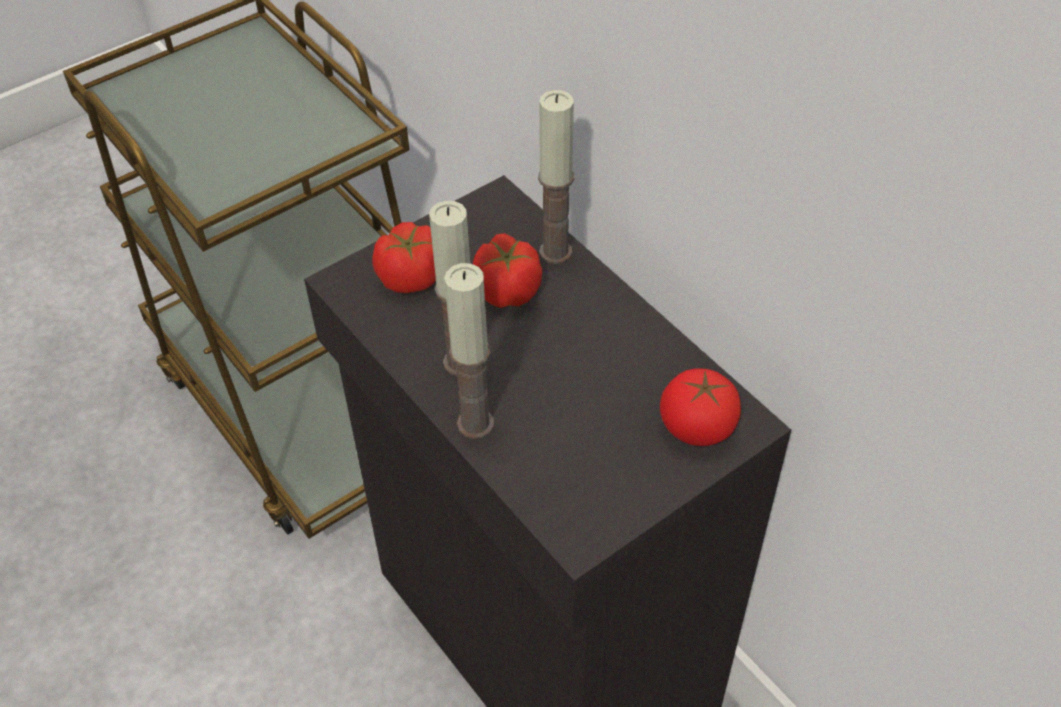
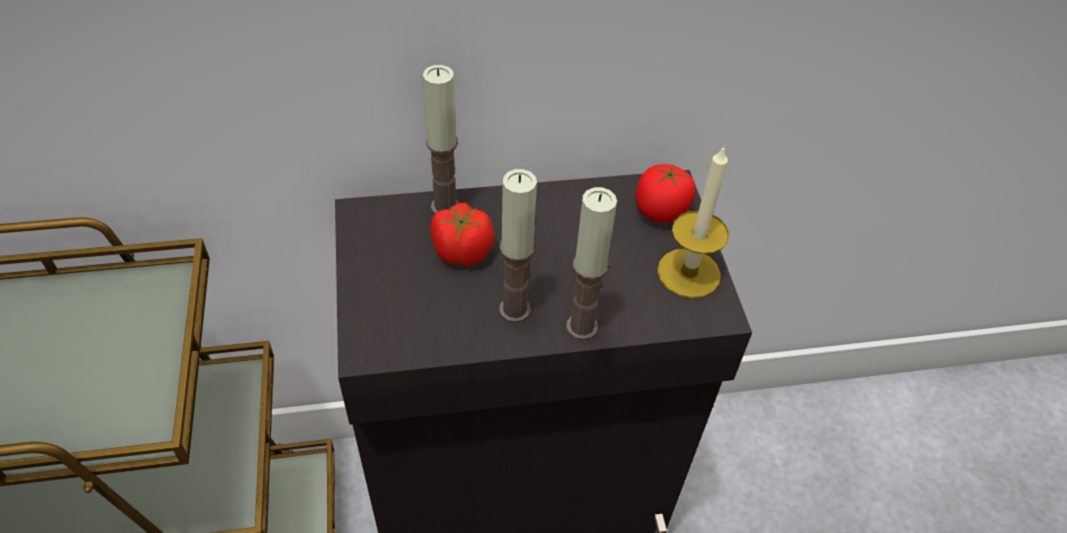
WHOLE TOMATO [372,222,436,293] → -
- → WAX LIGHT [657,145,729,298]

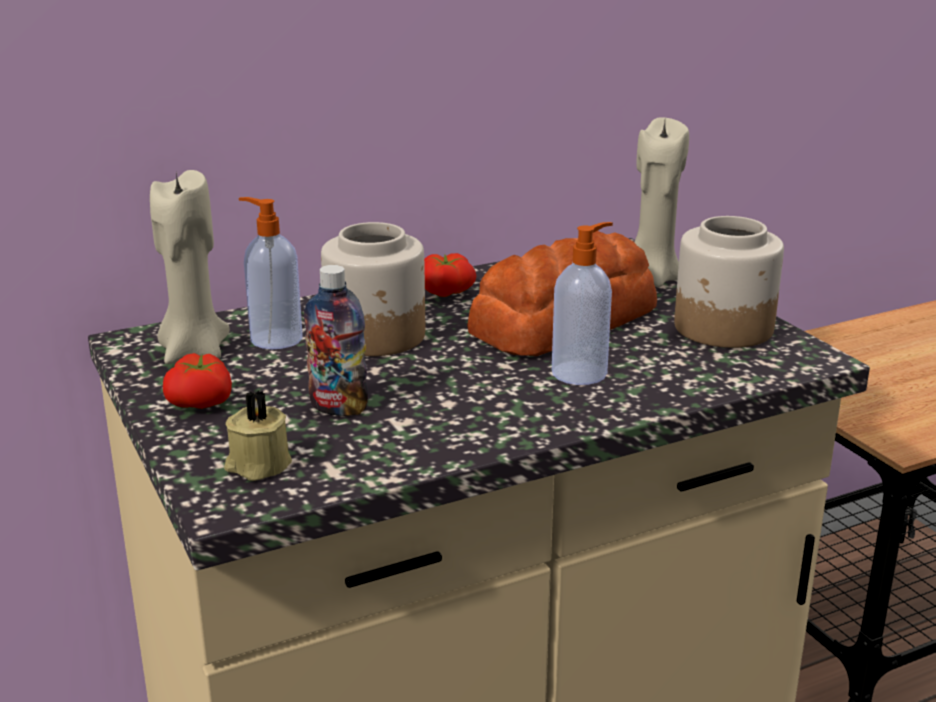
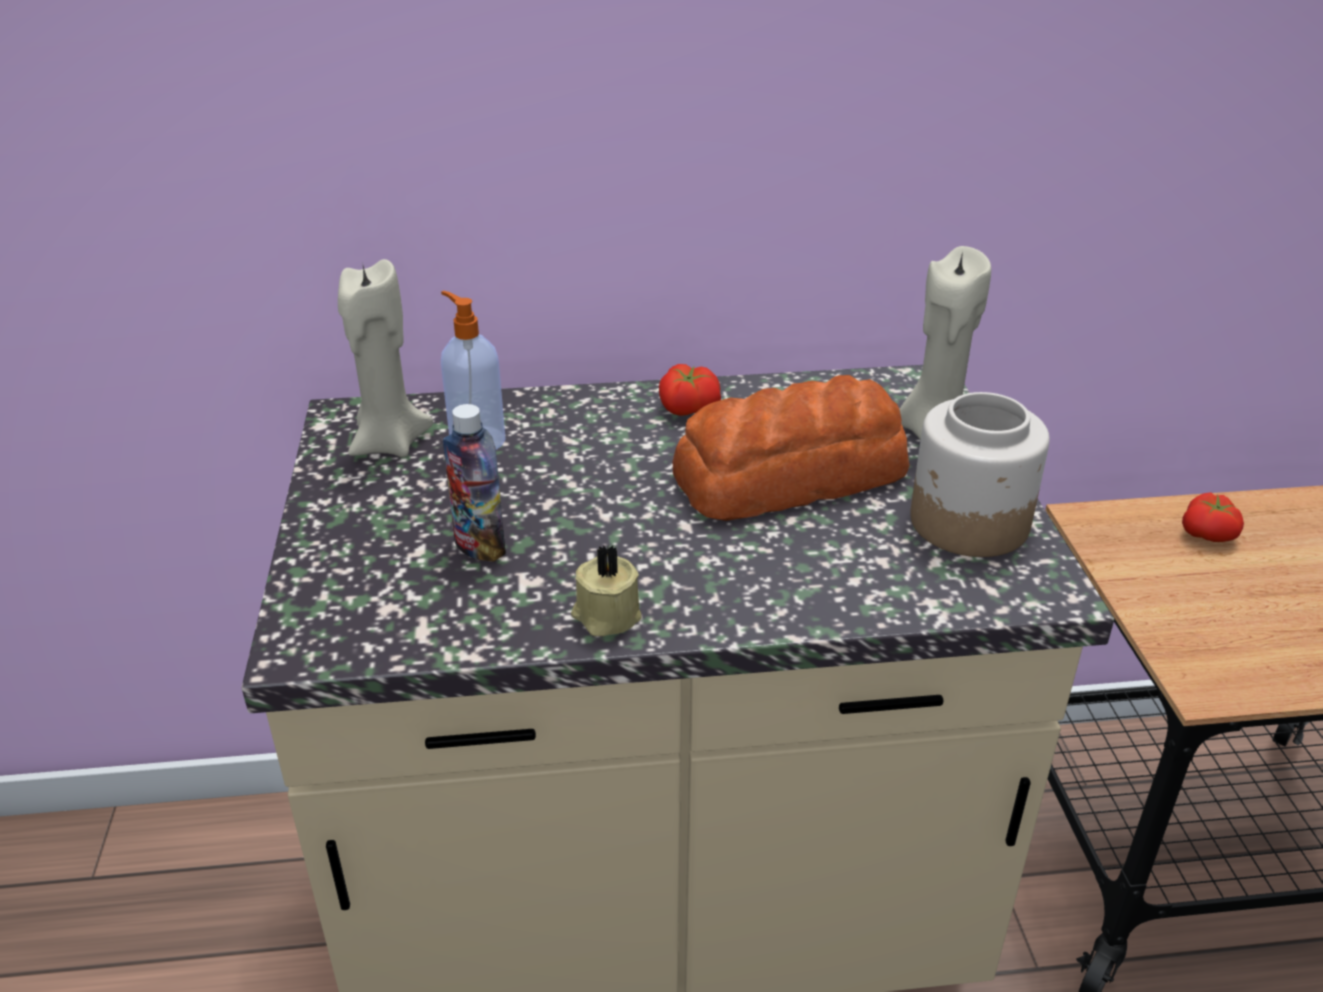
STORAGE JAR [321,222,425,356] → -
LIQUID SOAP BOTTLE [552,222,613,385] → -
WHOLE TOMATO [163,353,232,409] → WHOLE TOMATO [1182,492,1244,542], move
BEIGE-COLOURED WAX LIGHT [224,391,292,481] → BEIGE-COLOURED WAX LIGHT [571,545,642,636], move

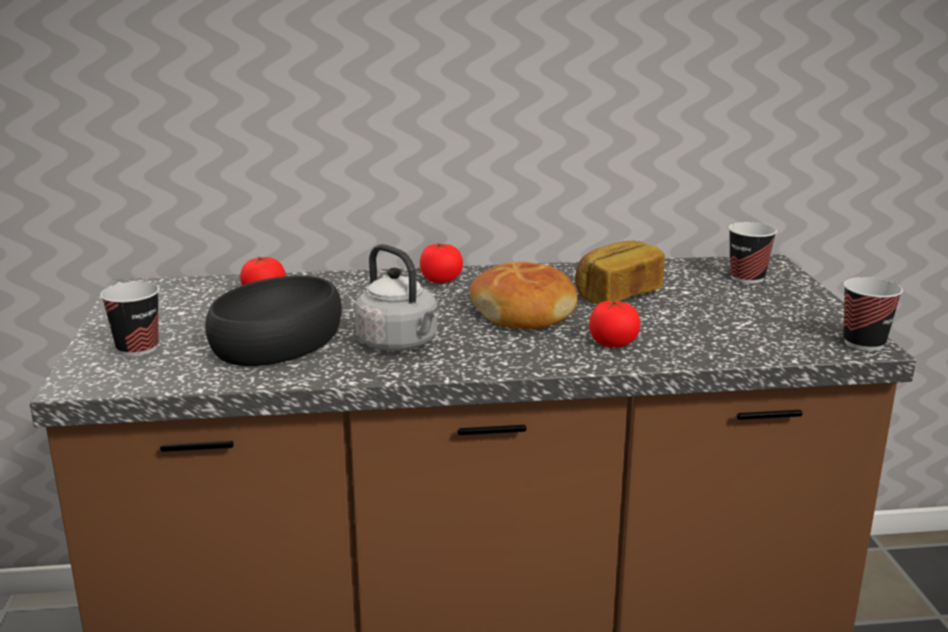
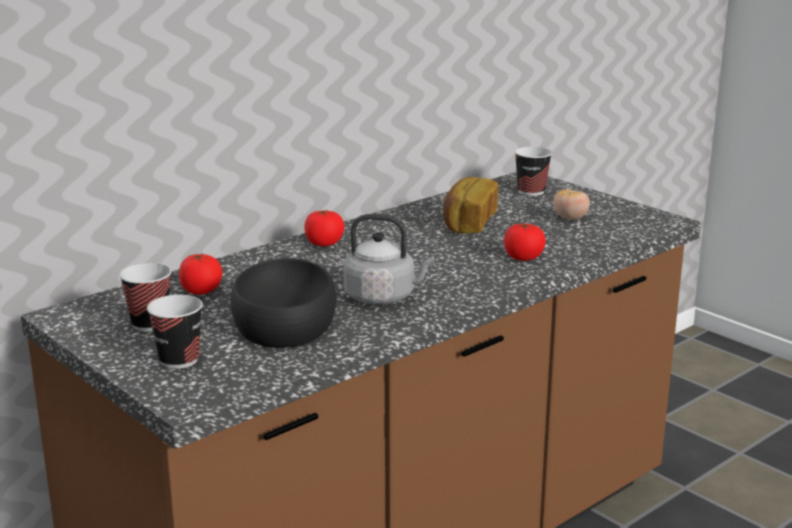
BAKERY BREAD [470,262,577,329] → -
SMALL CUP [843,277,903,351] → SMALL CUP [119,263,171,332], move
- → WHOLE TOMATO [553,189,590,220]

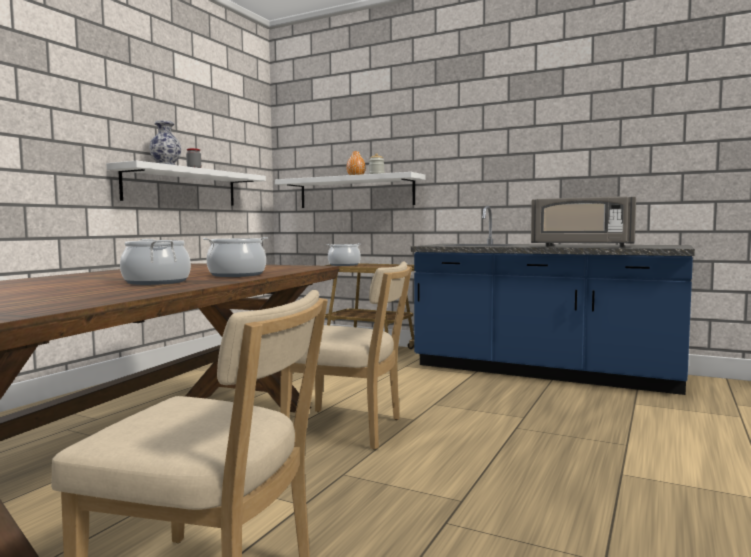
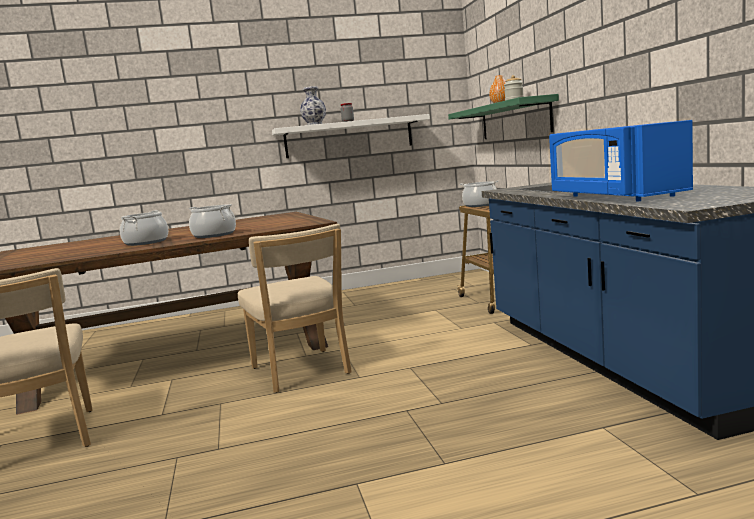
WHITE-COLOURED SHELF [275,172,425,208] → GREEN-COLOURED SHELF [448,94,559,139]
GREY MICROWAVE [531,196,636,247] → BLUISH MICROWAVE [549,120,693,201]

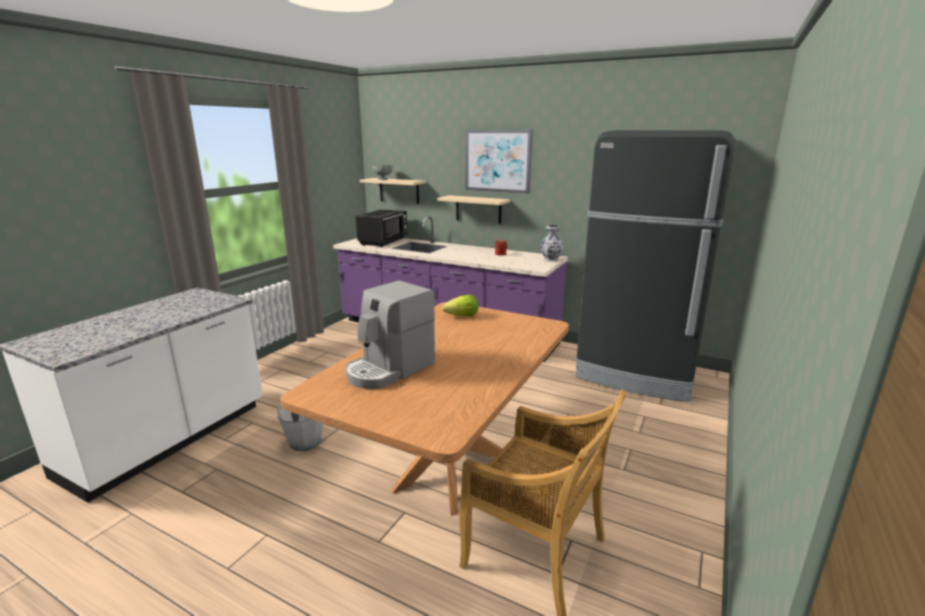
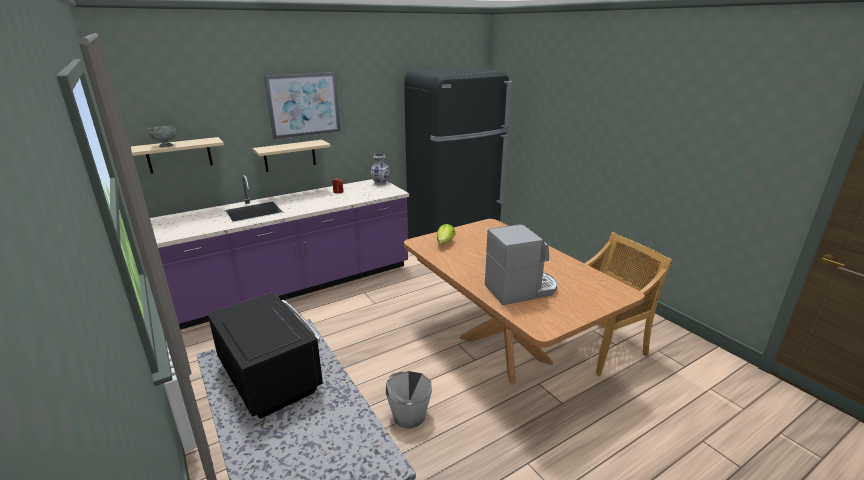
BLACK MICROWAVE [356,209,407,247] → BLACK MICROWAVE [208,292,324,419], move
COFFEE MACHINE [345,280,435,389] → COFFEE MACHINE [485,224,558,305], 90 degrees counterclockwise

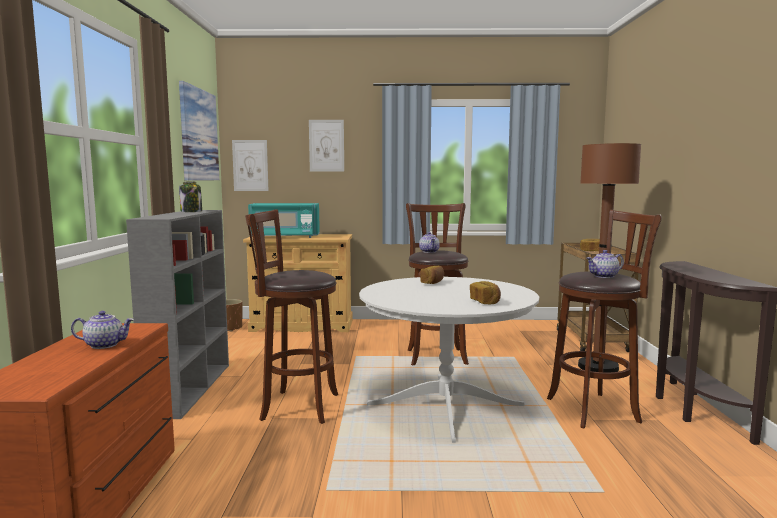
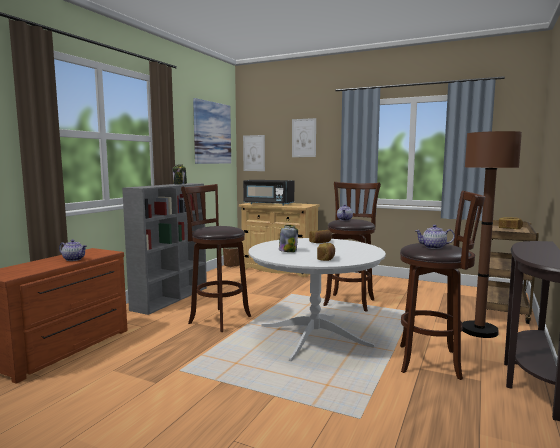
TURQUOISE-COLOURED MICROWAVE [248,203,320,238] → BLACK MICROWAVE [243,180,294,206]
- → STORAGE JAR [279,225,298,252]

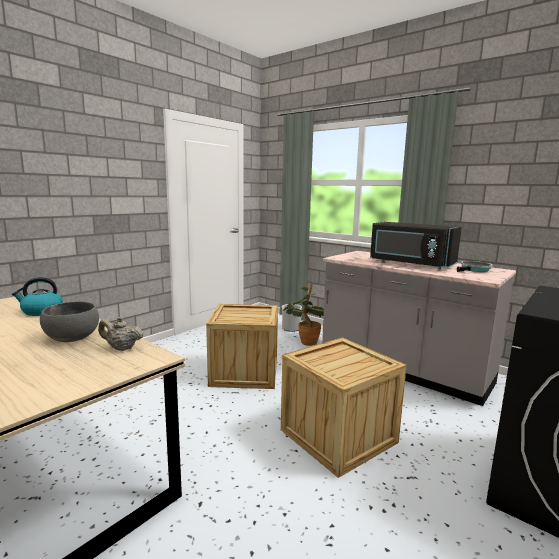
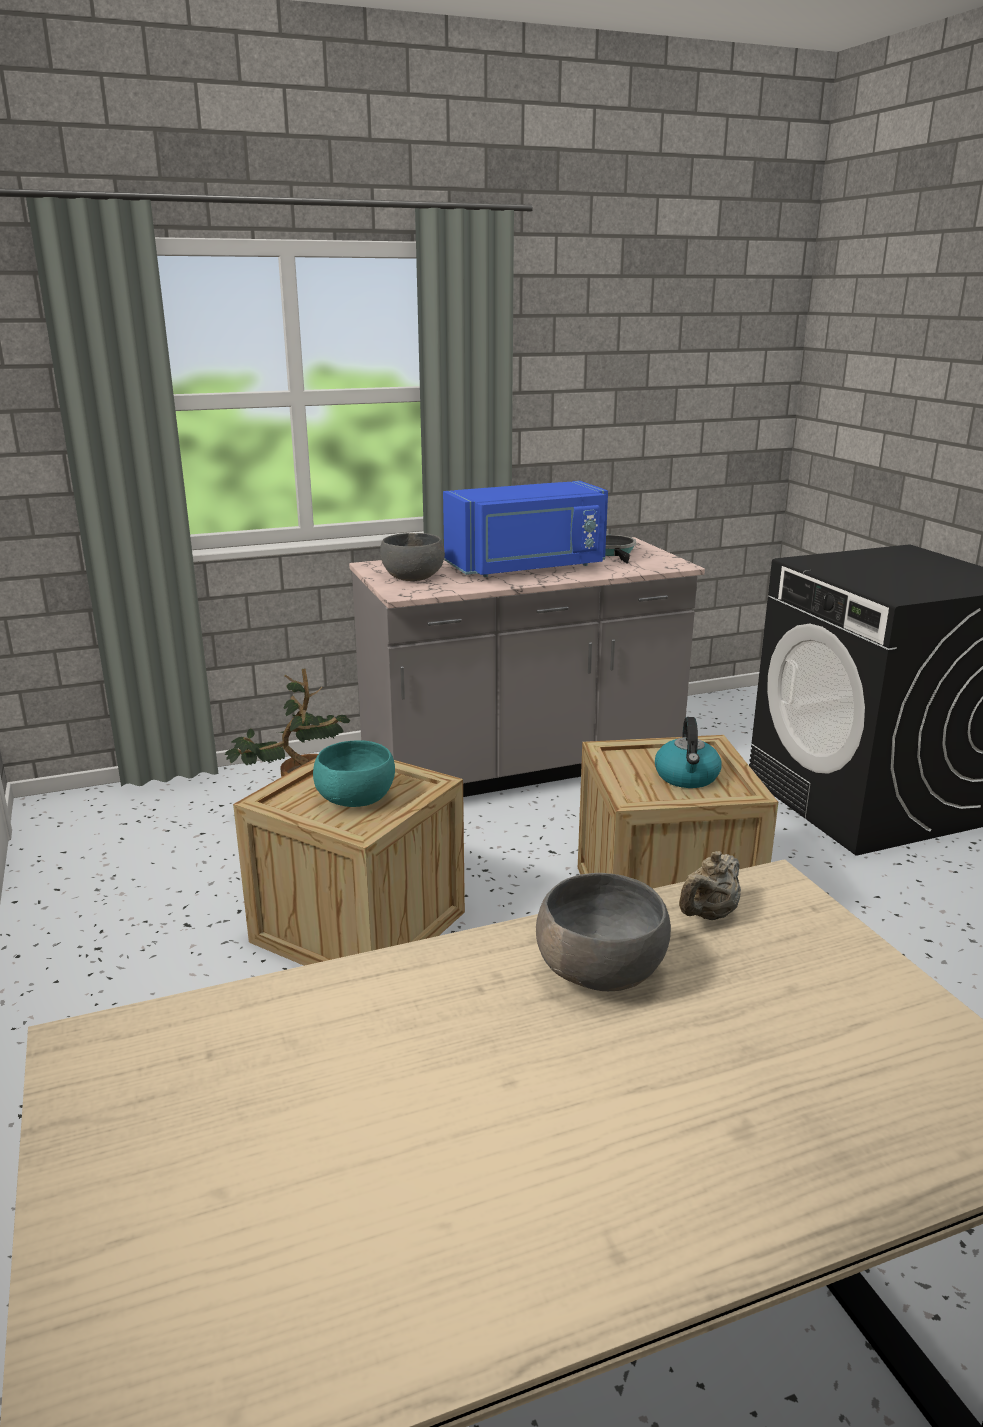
BLACK MICROWAVE [370,222,462,269] → BLUISH MICROWAVE [443,481,608,577]
TEA KETTLE [12,277,63,316] → TEA KETTLE [655,717,721,788], move
WATER BUCKET [282,304,302,332] → -
- → GREY SERVING BOWL [380,533,445,581]
- → TURQUOISE-COLOURED SERVING BOWL [313,740,395,807]

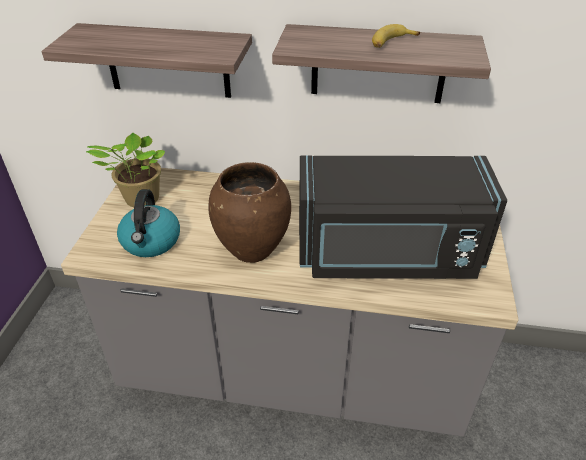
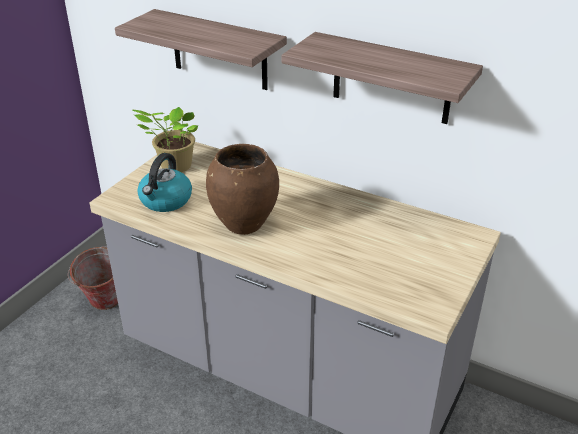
WHOLE BANANA [372,24,420,48] → -
BLACK MICROWAVE [299,155,507,279] → -
- → WATER BUCKET [68,247,118,310]

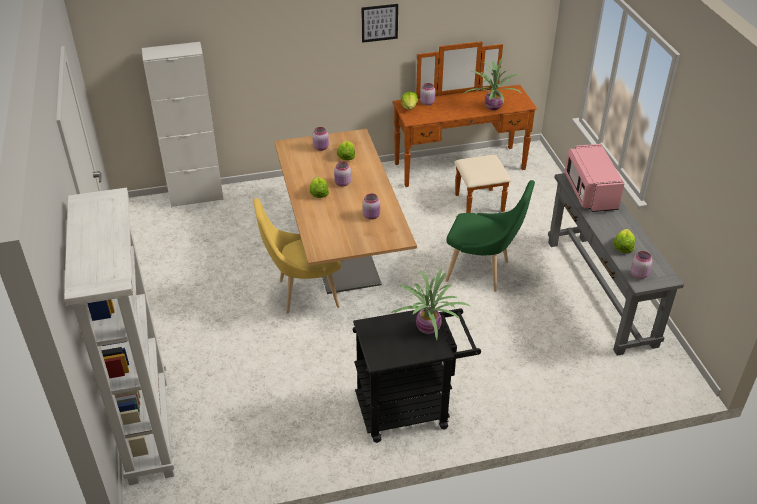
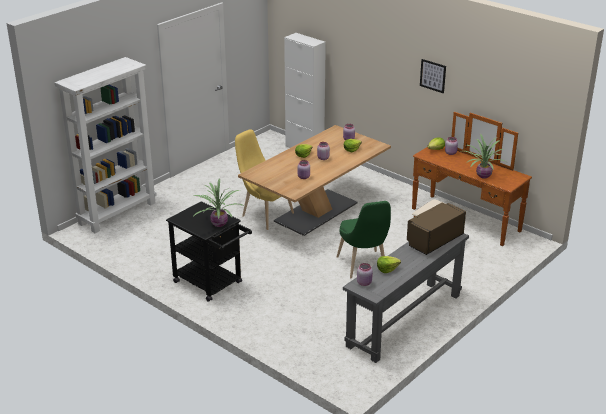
PINK-COLOURED MICROWAVE [565,144,624,212] → BROWN MICROWAVE [407,203,466,255]

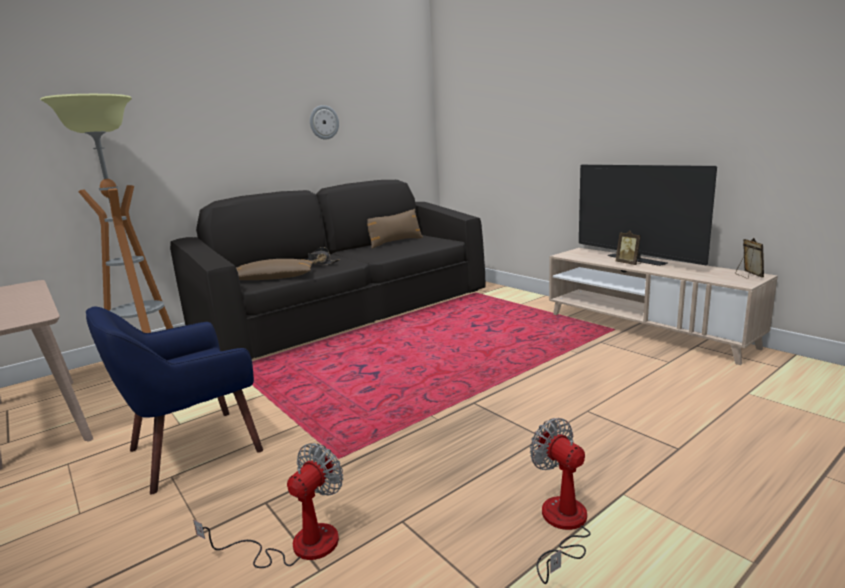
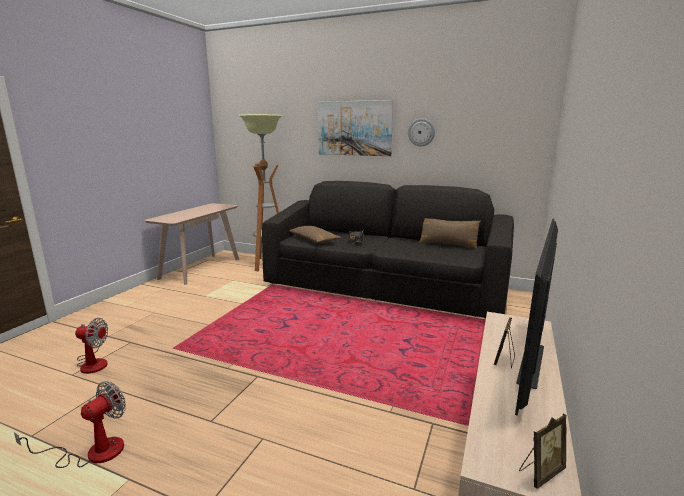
BLUISH EASY CHAIR [86,307,263,495] → -
- → WALL ART [318,100,393,156]

